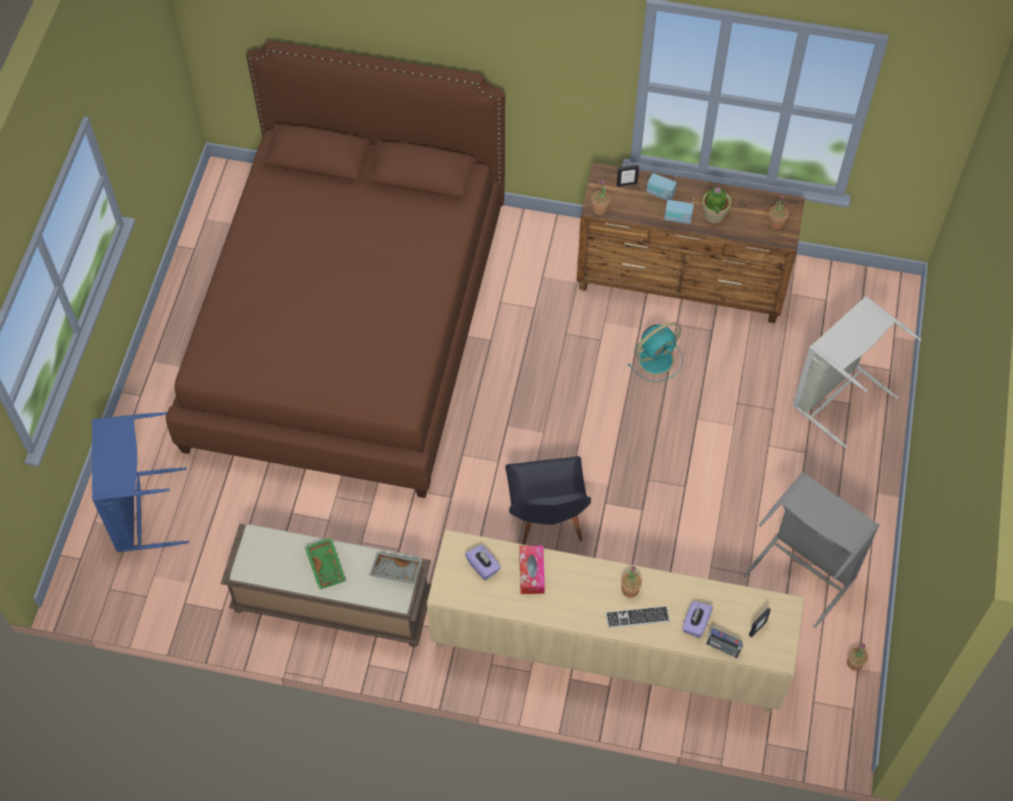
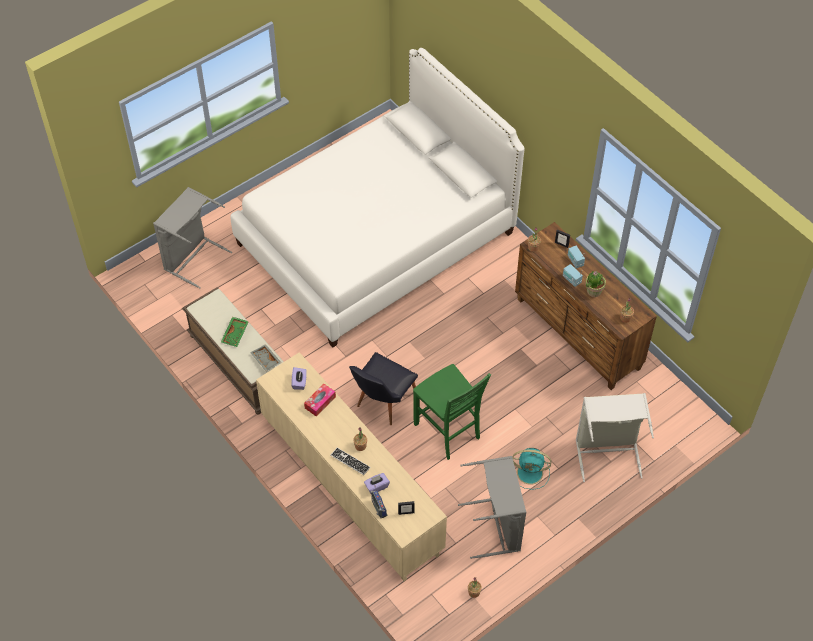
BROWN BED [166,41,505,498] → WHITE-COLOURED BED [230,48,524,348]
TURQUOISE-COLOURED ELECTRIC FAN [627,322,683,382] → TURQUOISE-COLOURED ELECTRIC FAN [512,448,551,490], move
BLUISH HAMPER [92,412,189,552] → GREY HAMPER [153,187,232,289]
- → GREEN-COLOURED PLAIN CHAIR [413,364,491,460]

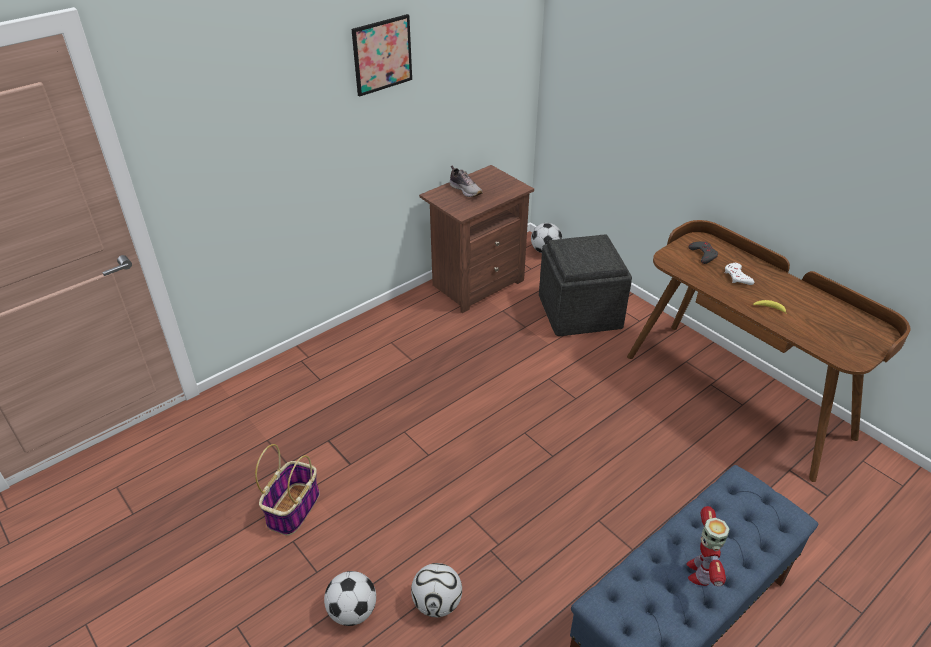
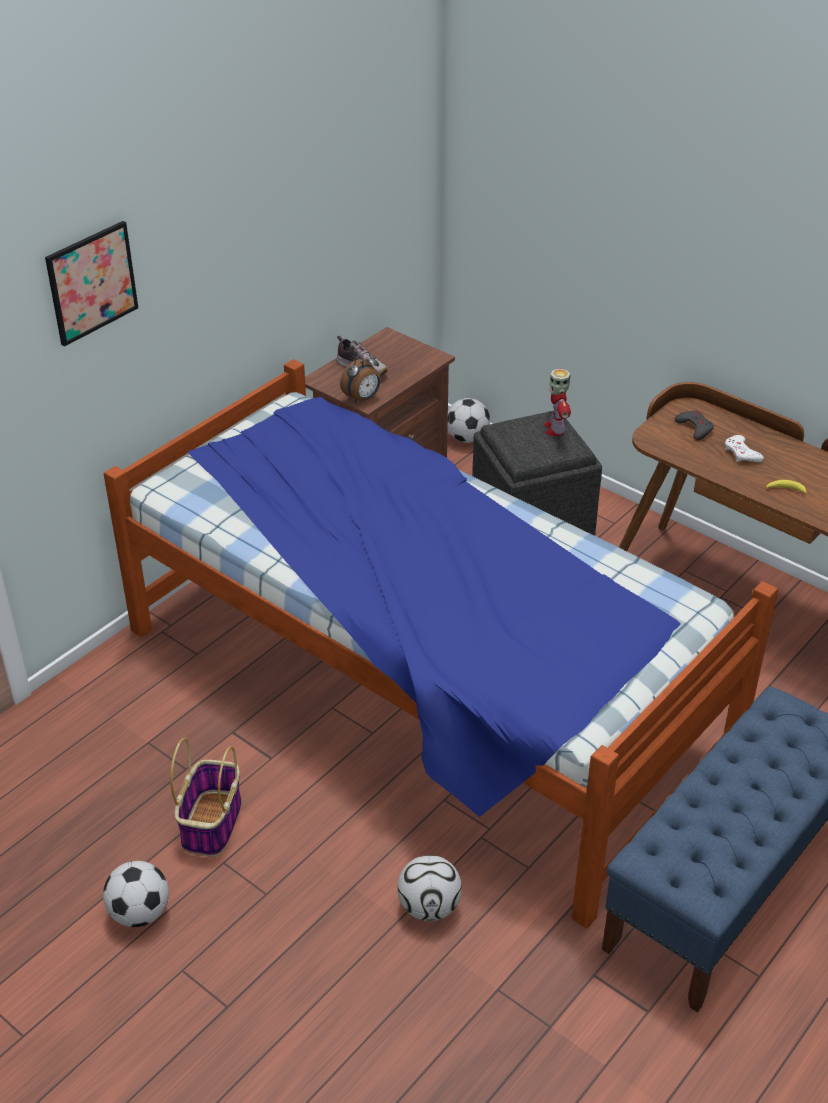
WALL ART [352,14,412,97] → WALL ART [45,221,138,347], move
ROBOT FIGURE [686,506,730,586] → ROBOT FIGURE [544,368,571,436], move
FOOTBALL [324,571,376,626] → FOOTBALL [103,861,169,927], move
- → ALARM CLOCK [340,352,381,403]
- → BED [104,359,778,929]

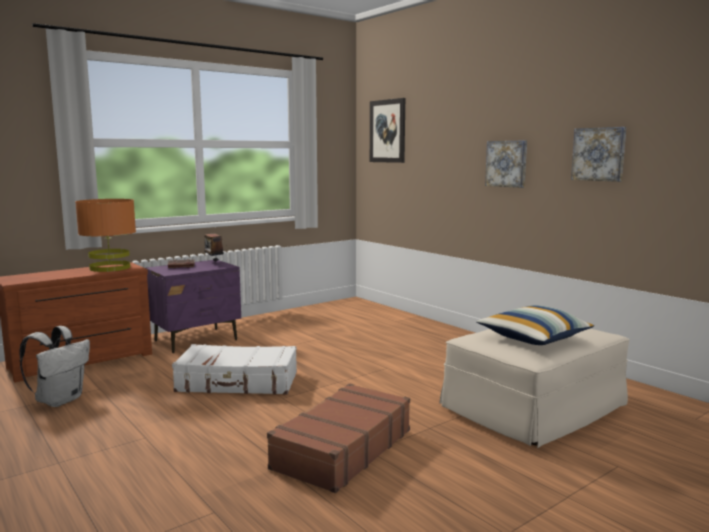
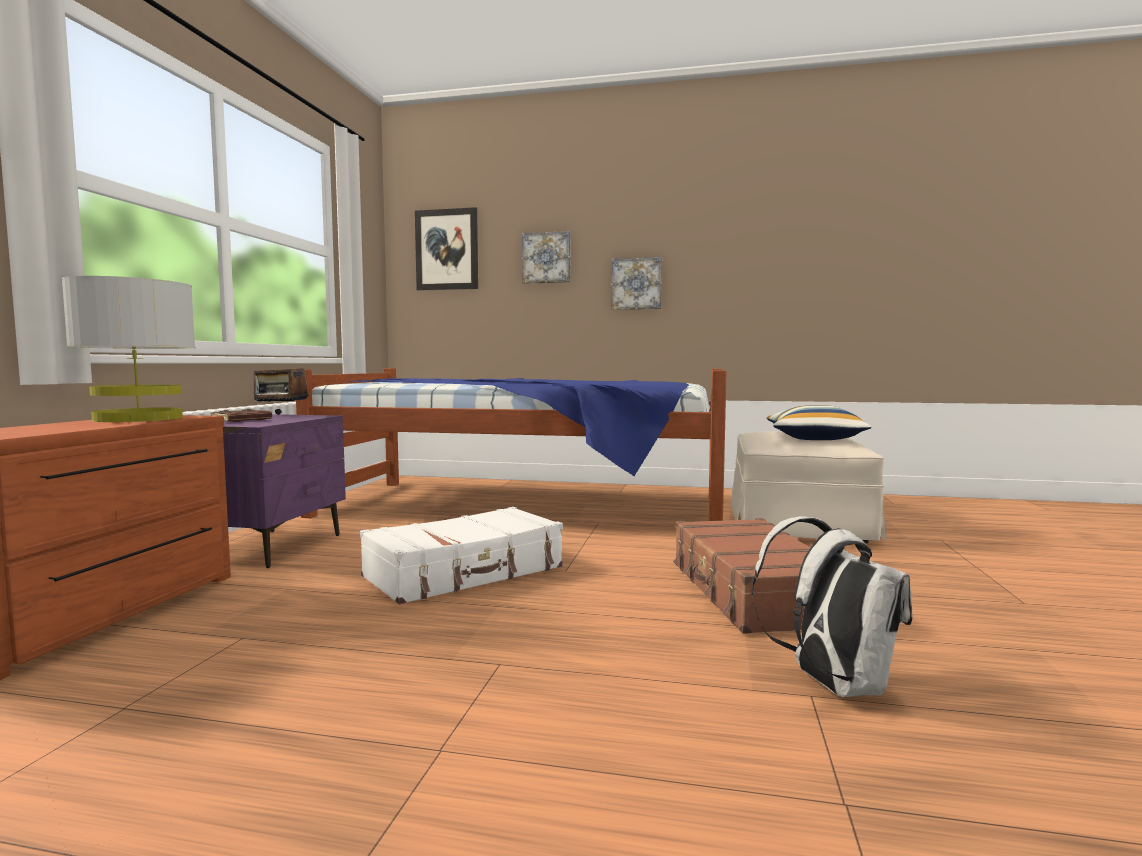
WALL ART [571,127,626,182] → WALL ART [522,231,571,284], move
ORANGE TABLE LAMP [75,199,136,272] → GREY TABLE LAMP [62,276,195,422]
WHITE-COLOURED RUCKSACK [20,326,90,407] → WHITE-COLOURED RUCKSACK [751,516,913,697], move
- → BED [296,368,726,521]

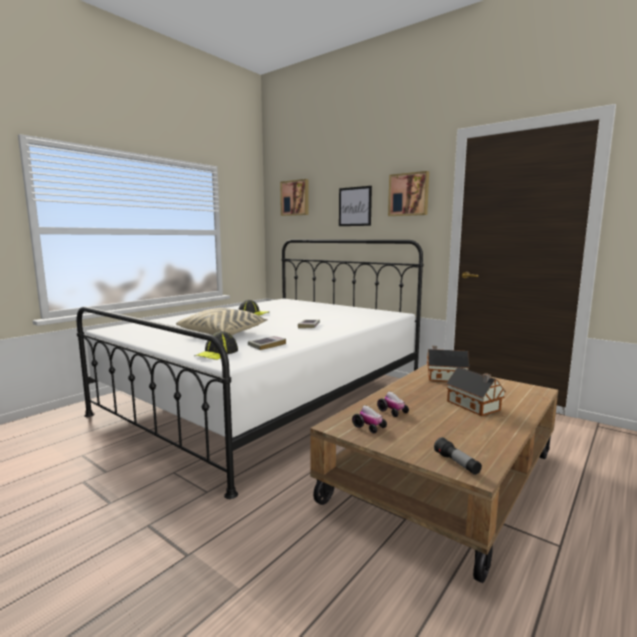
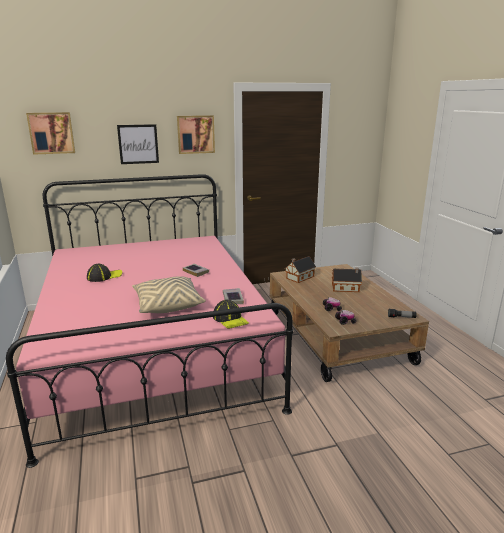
WHITE-COLOURED BED [77,239,424,499] → PINK-COLOURED BED [6,174,293,468]

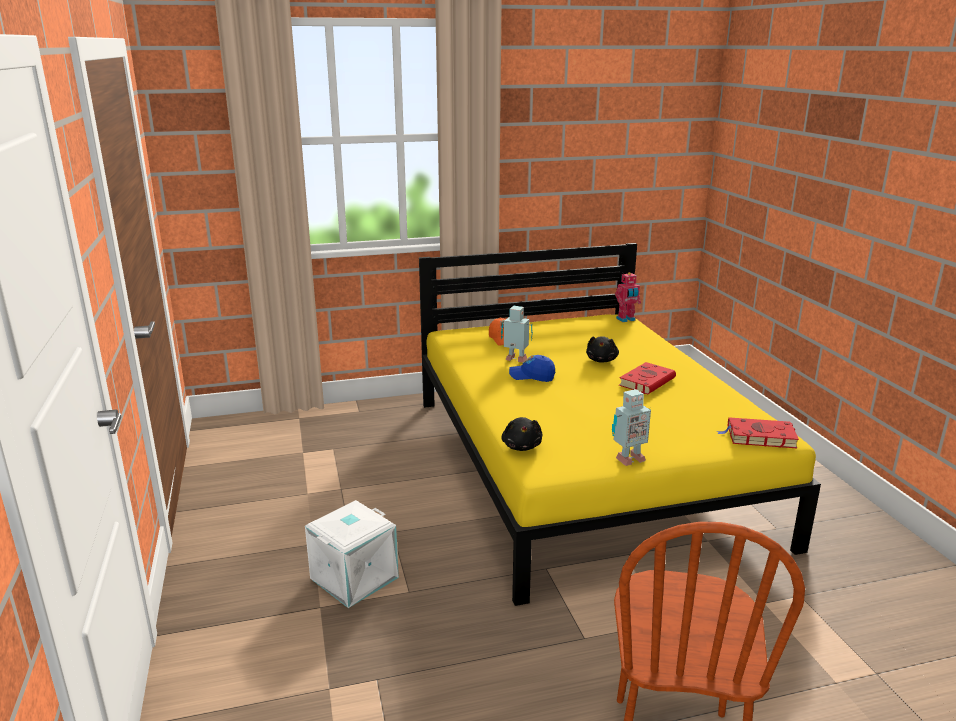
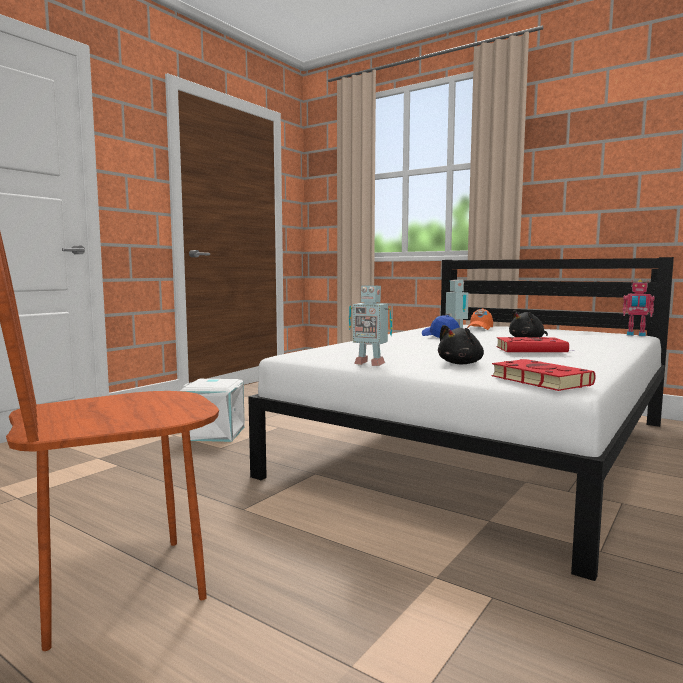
YELLOWISH BED [419,243,821,606] → WHITE-COLOURED BED [248,257,674,581]
BLACK CUDDLY TOY [501,417,542,451] → BLACK CUDDLY TOY [438,325,484,364], move

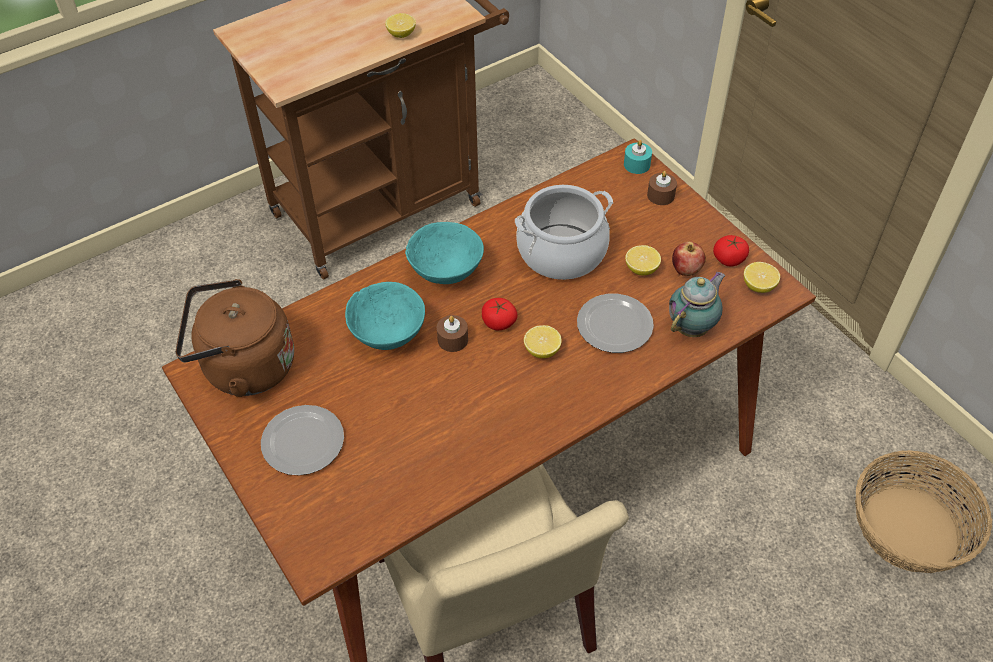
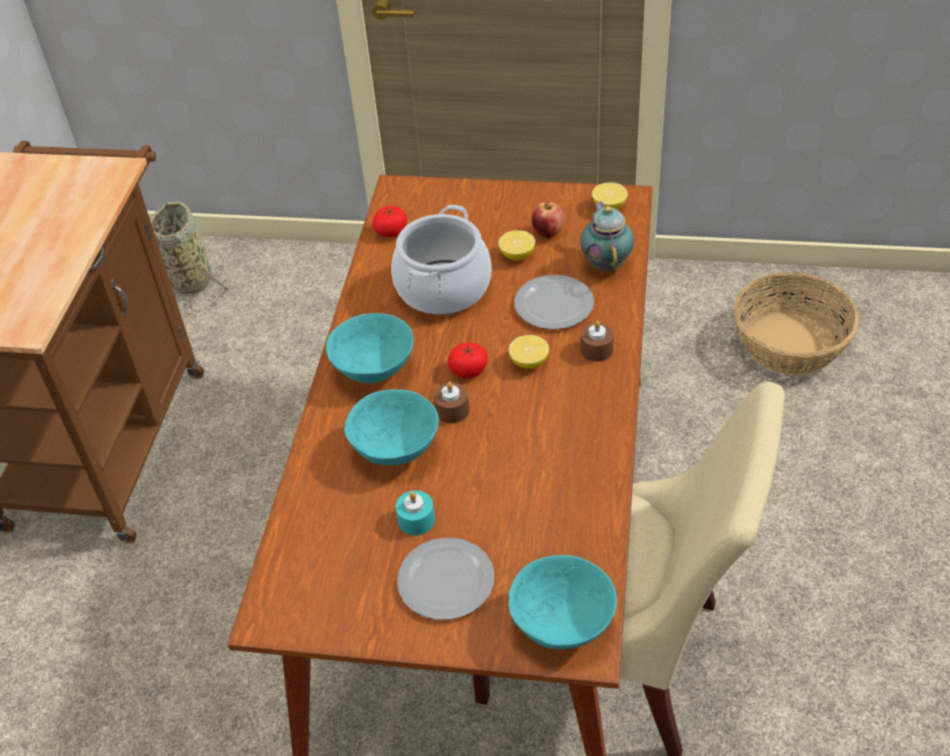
WHOLE LEMON [385,13,416,38] → -
TURQUOISE-COLOURED WAX LIGHT [624,140,652,174] → TURQUOISE-COLOURED WAX LIGHT [396,490,435,535], move
BROWN WAX LIGHT [647,171,677,205] → BROWN WAX LIGHT [580,321,614,362], move
WHOLE TOMATO [713,235,749,266] → WHOLE TOMATO [373,206,407,237], move
BROWN TEA KETTLE [176,279,294,397] → -
- → HOUSEHOLD BASKET [150,202,231,312]
- → TURQUOISE-COLOURED SERVING BOWL [508,555,617,649]

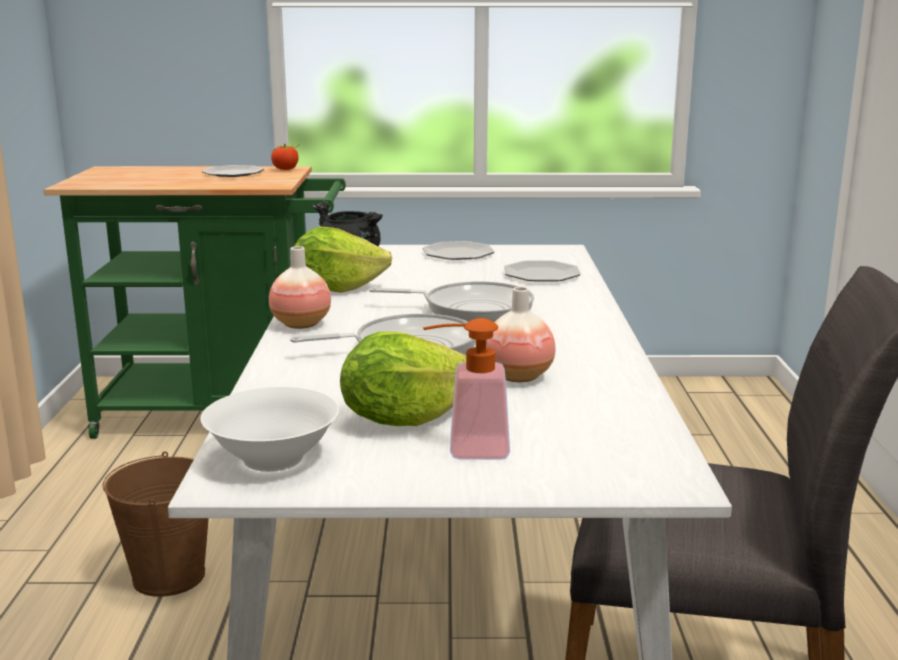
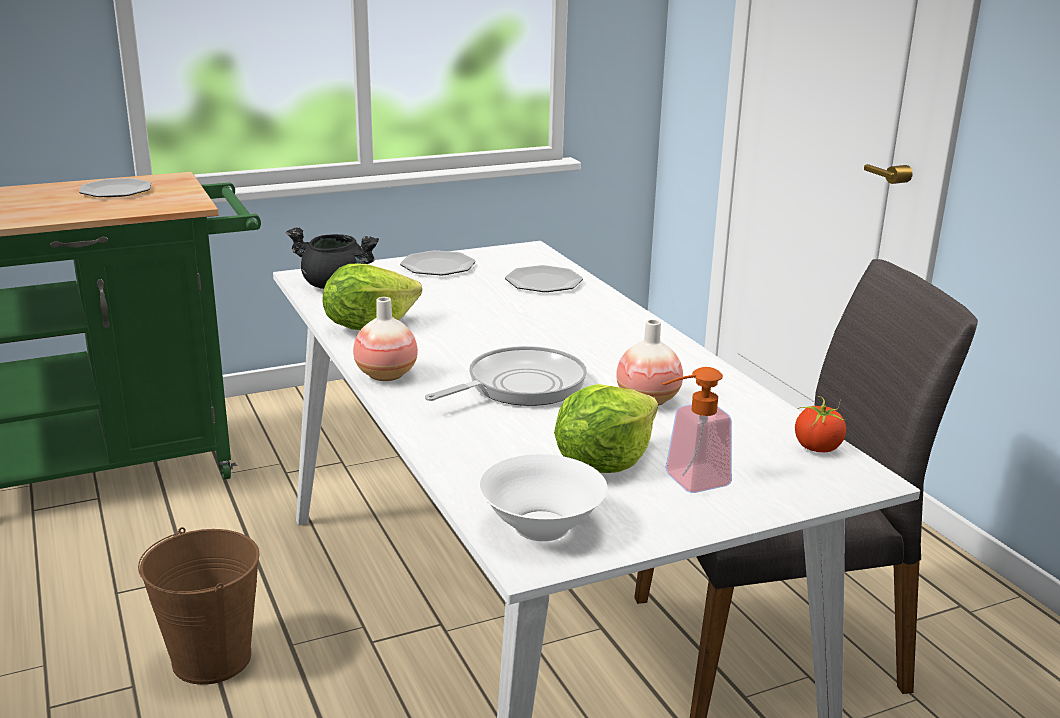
WHOLE TOMATO [271,143,299,170] → WHOLE TOMATO [795,396,846,452], move
SKILLET [369,281,534,322] → -

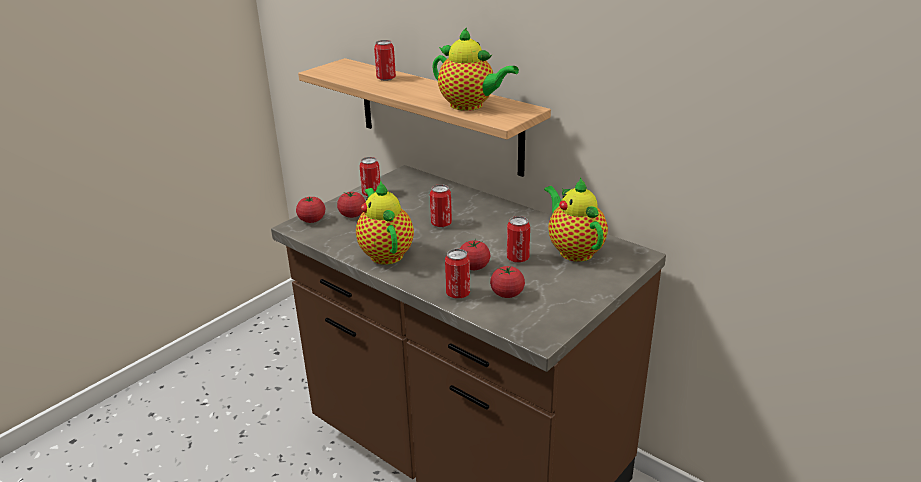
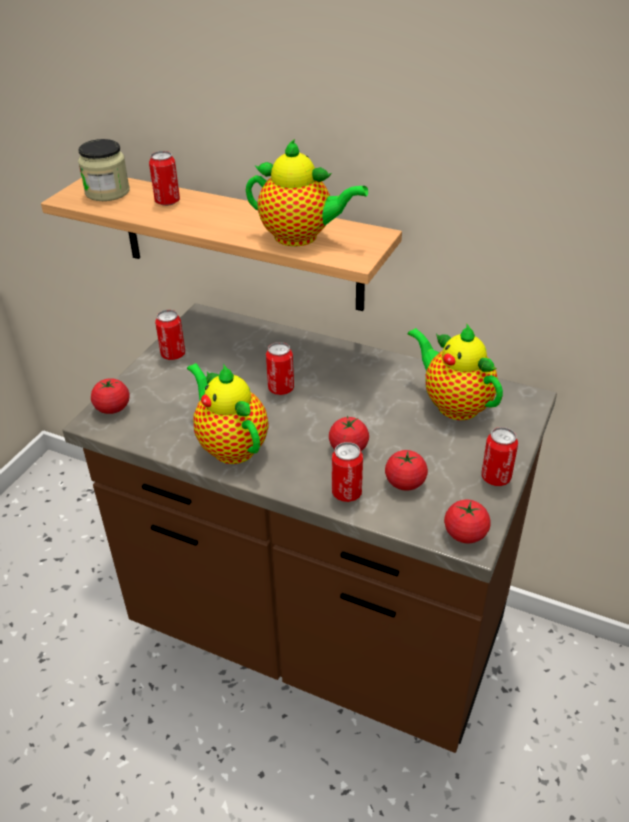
WHOLE TOMATO [337,192,366,218] → WHOLE TOMATO [444,500,491,543], move
METAL CAN [507,216,530,263] → METAL CAN [481,427,518,486], move
- → STORAGE JAR [78,139,130,201]

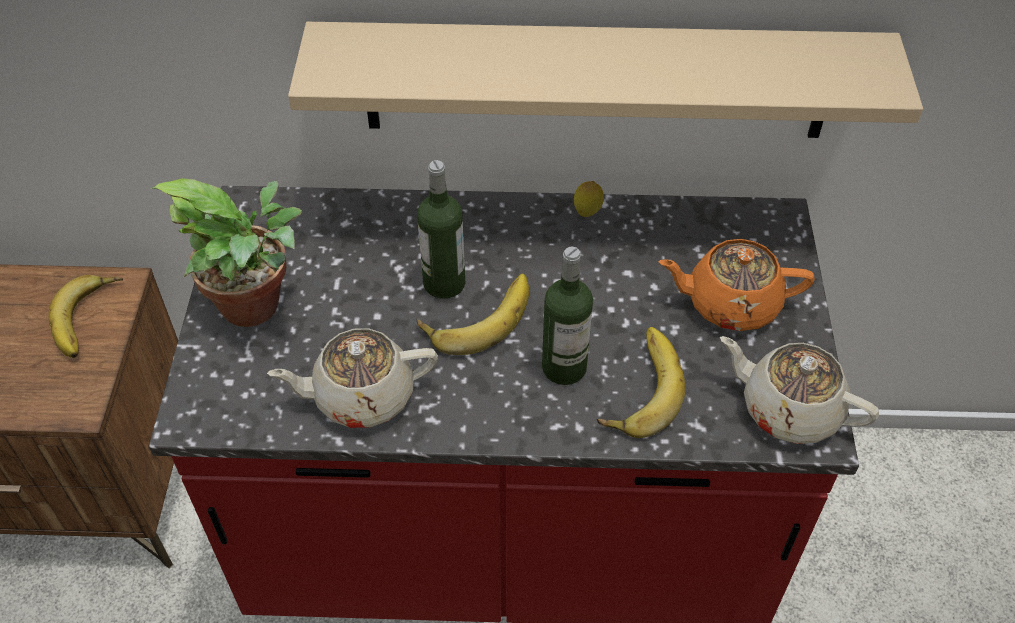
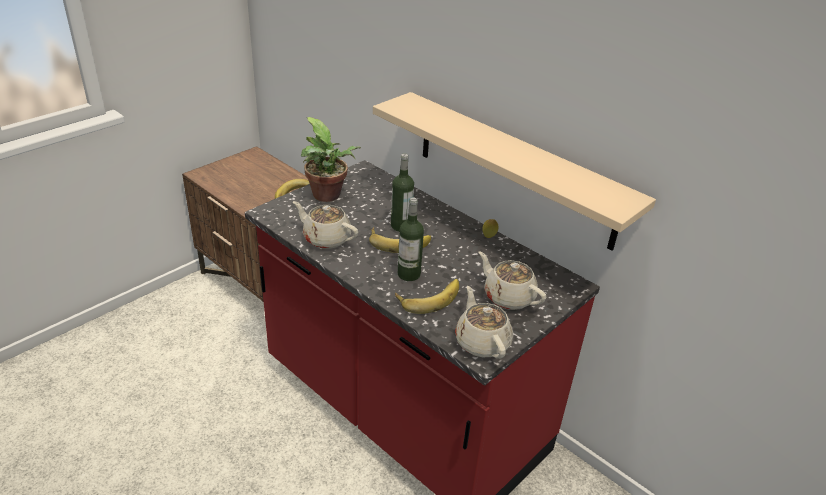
ORANGE TEA POT [659,239,815,331] → BEIGE-COLOURED TEA POT [478,251,546,310]

